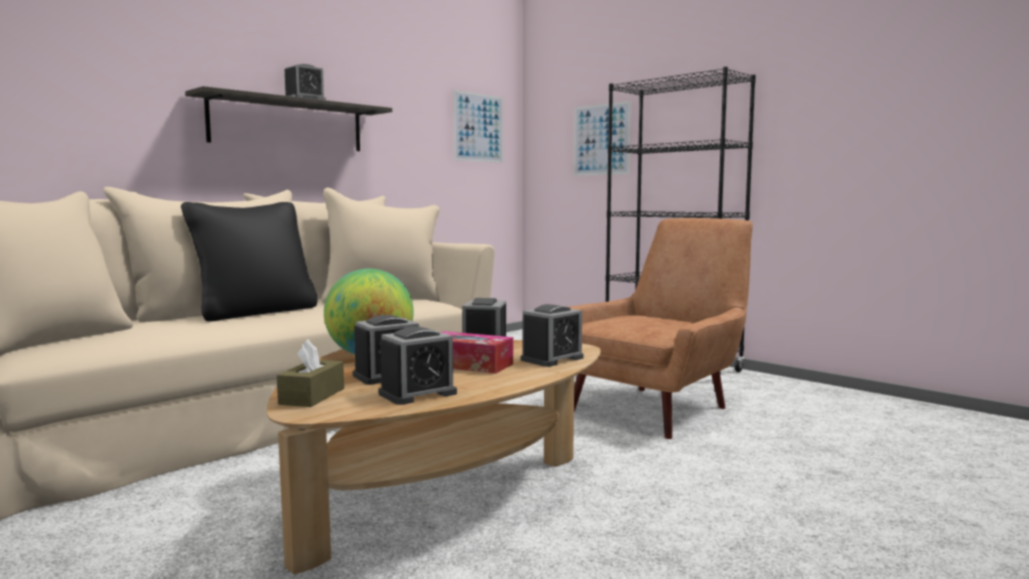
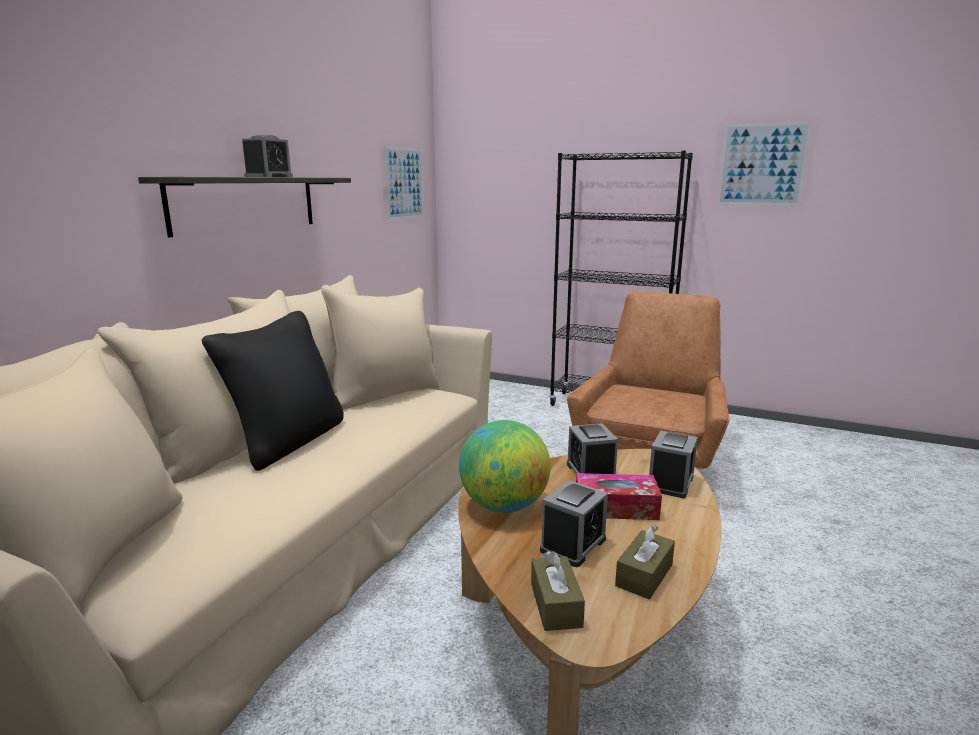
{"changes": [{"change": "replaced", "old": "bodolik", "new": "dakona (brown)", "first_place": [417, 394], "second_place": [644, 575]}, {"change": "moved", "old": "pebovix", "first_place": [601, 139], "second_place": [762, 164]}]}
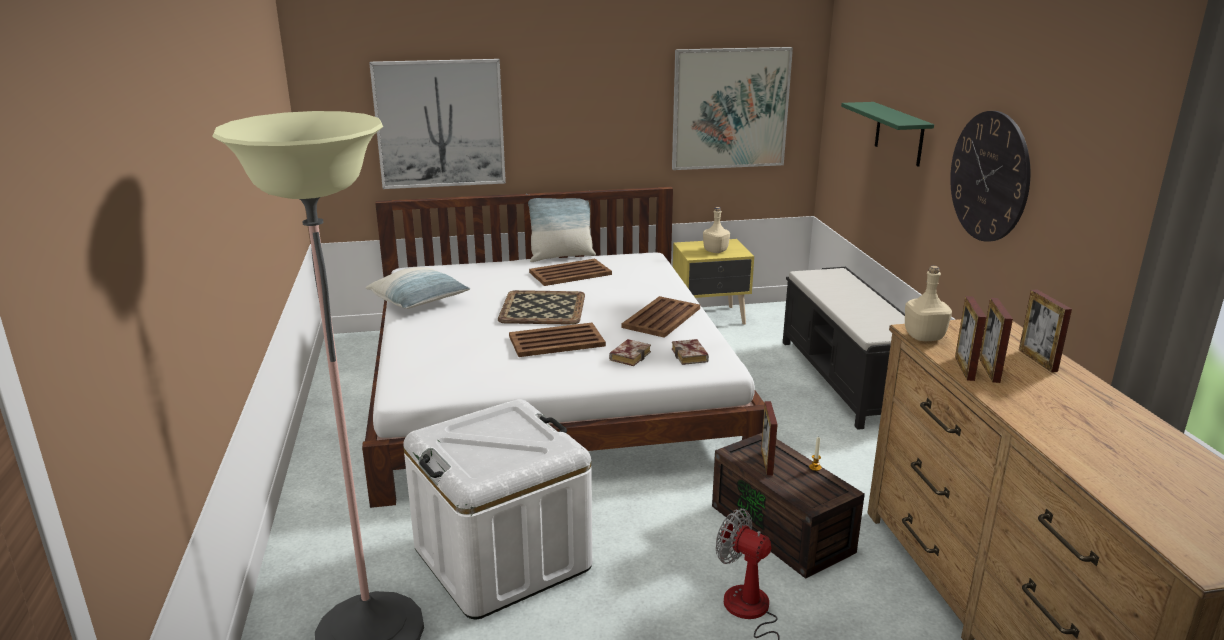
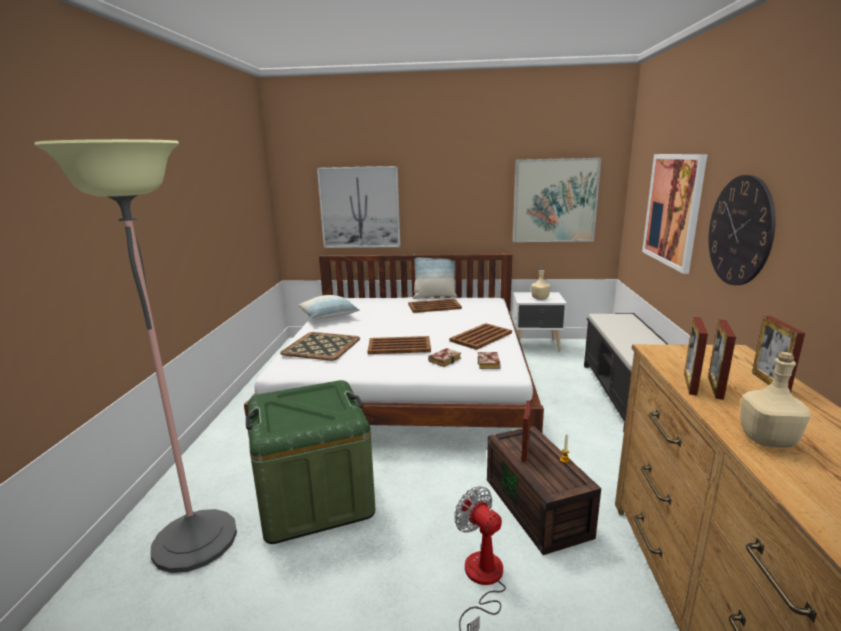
{"changes": [{"change": "recoloured", "old": "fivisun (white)", "new": "fivisun (green)", "first_place": [502, 558], "second_place": [315, 498]}, {"change": "moved", "old": "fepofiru", "first_place": [542, 308], "second_place": [321, 346]}, {"change": "recoloured", "old": "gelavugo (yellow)", "new": "gelavugo (white)", "first_place": [710, 318], "second_place": [536, 345]}, {"change": "replaced", "old": "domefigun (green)", "new": "pebovix", "first_place": [899, 134], "second_place": [673, 209]}, {"change": "moved", "old": "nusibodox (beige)", "first_place": [923, 337], "second_place": [766, 439]}]}
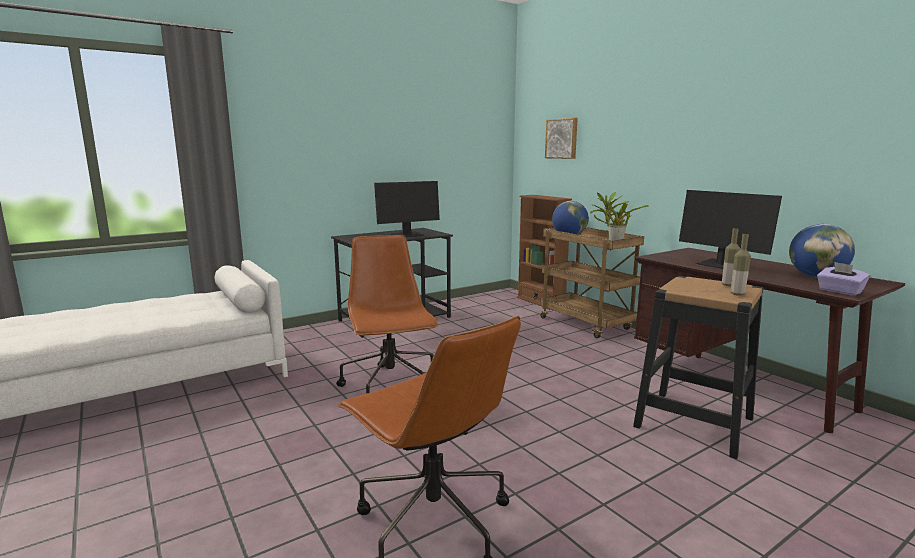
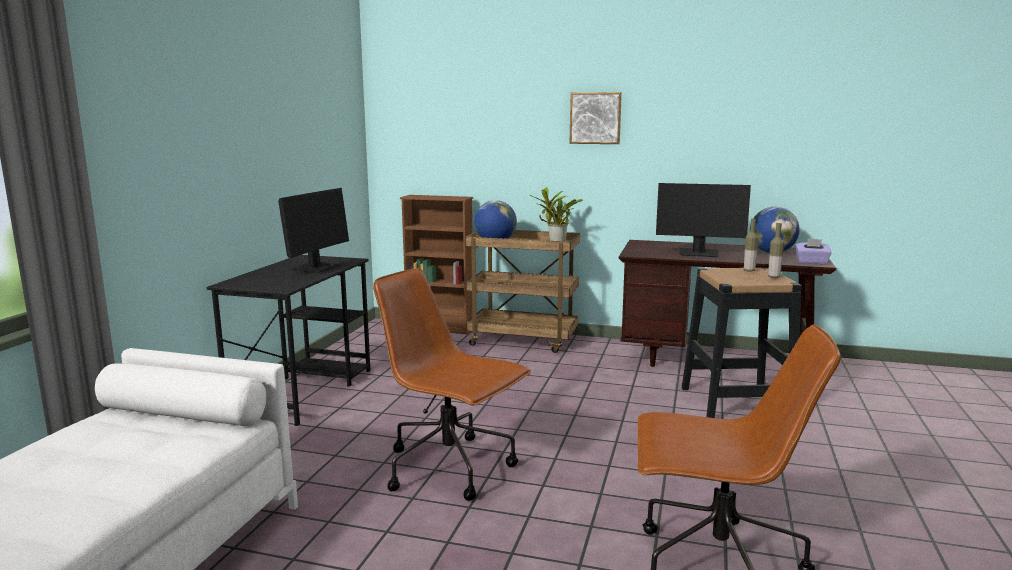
{"changes": [{"change": "moved", "old": "pebovix", "first_place": [562, 138], "second_place": [595, 118]}]}
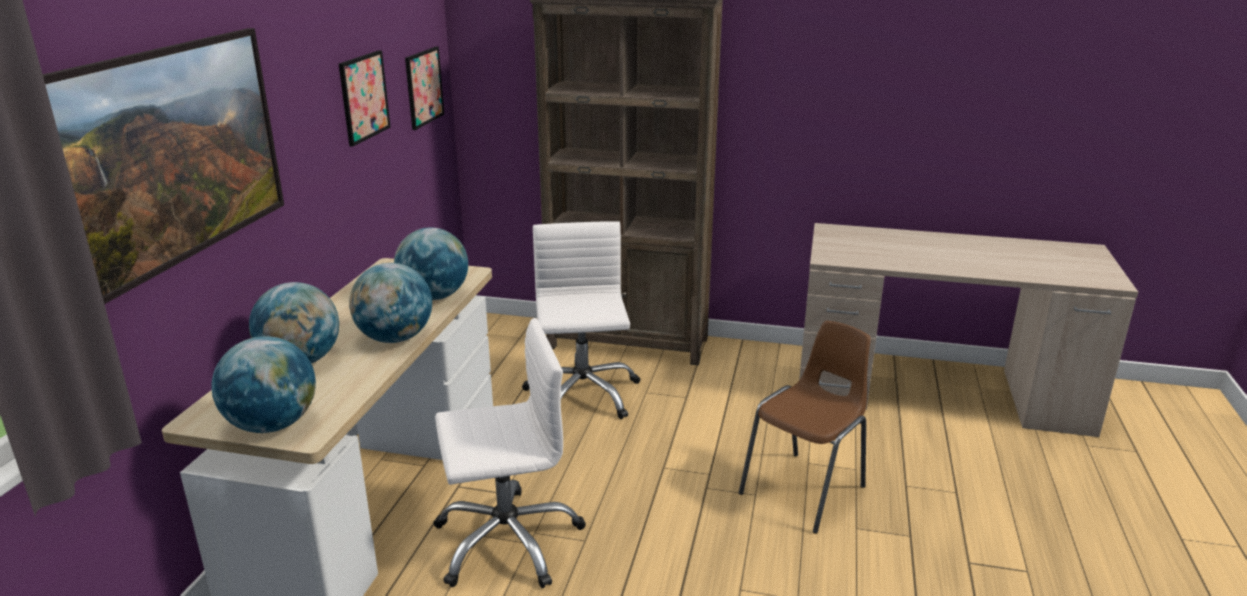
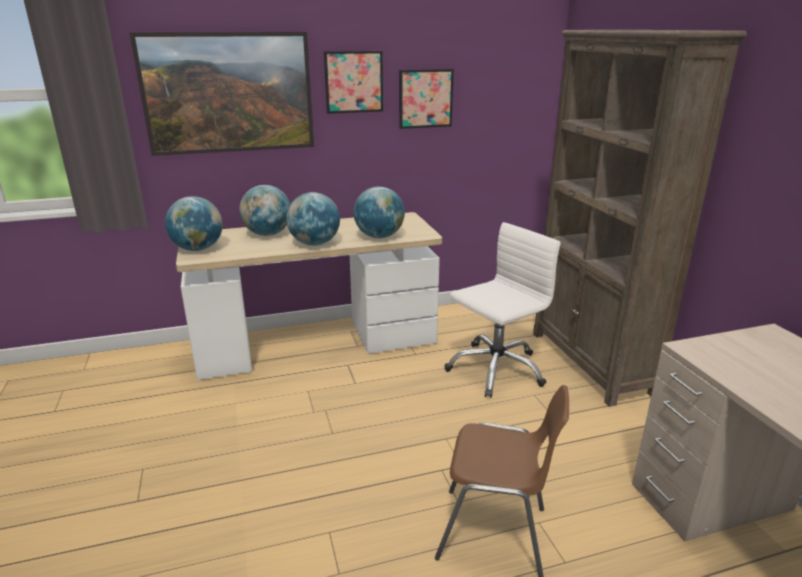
{"changes": [{"change": "moved", "old": "pebovix", "first_place": [424, 87], "second_place": [354, 82]}, {"change": "removed", "old": "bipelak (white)", "first_place": [507, 540]}]}
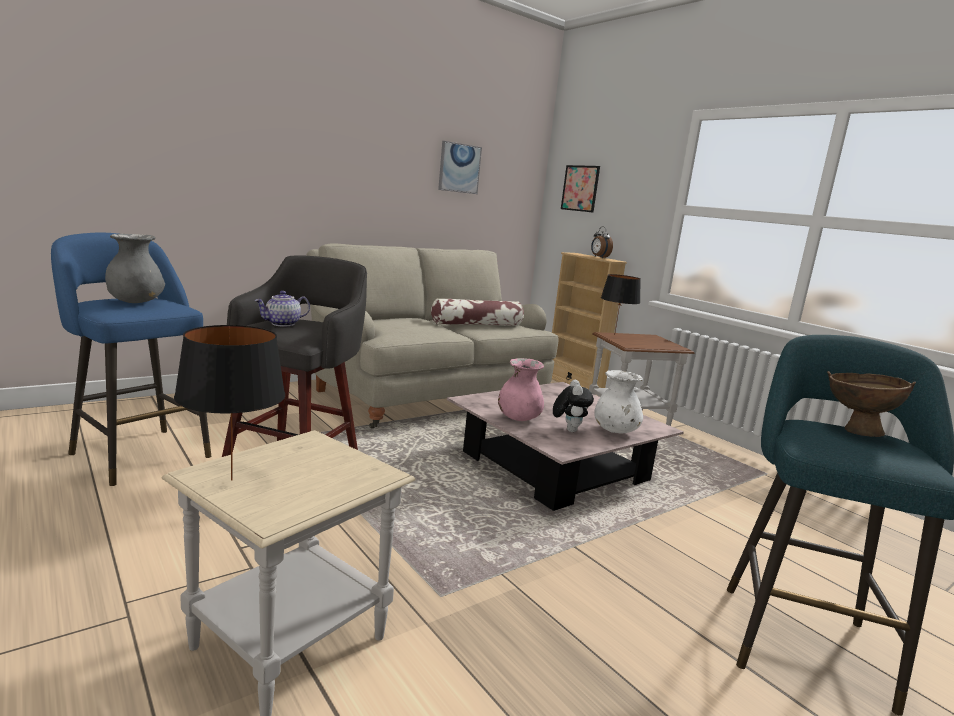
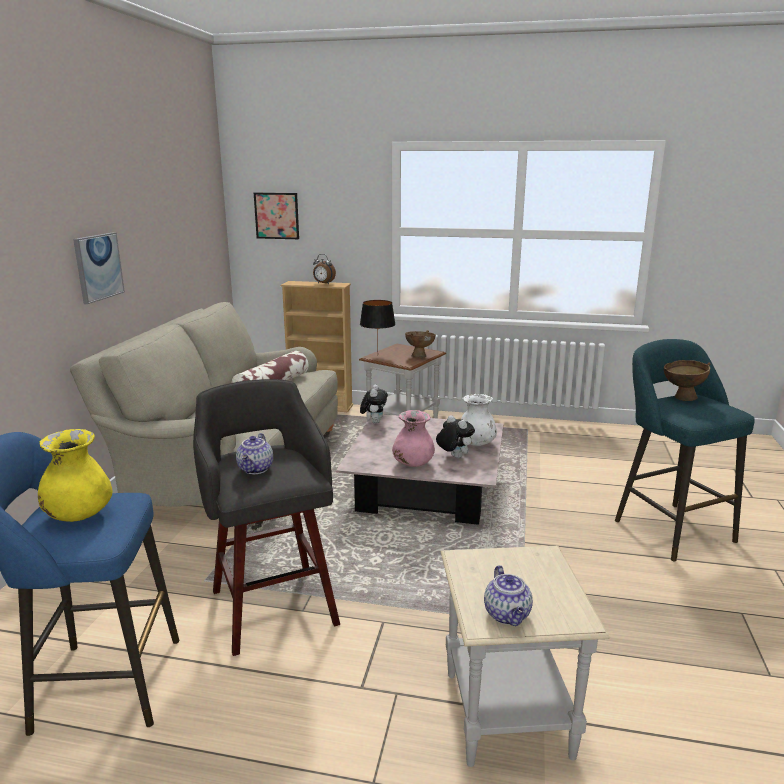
{"changes": [{"change": "recoloured", "old": "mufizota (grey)", "new": "mufizota (yellow)", "first_place": [136, 302], "second_place": [79, 515]}, {"change": "replaced", "old": "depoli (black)", "new": "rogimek", "first_place": [231, 480], "second_place": [508, 615]}, {"change": "moved", "old": "pebovix", "first_place": [459, 168], "second_place": [98, 267]}, {"change": "added", "new": "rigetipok", "second_place": [374, 422]}, {"change": "added", "new": "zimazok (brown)", "second_place": [420, 355]}]}
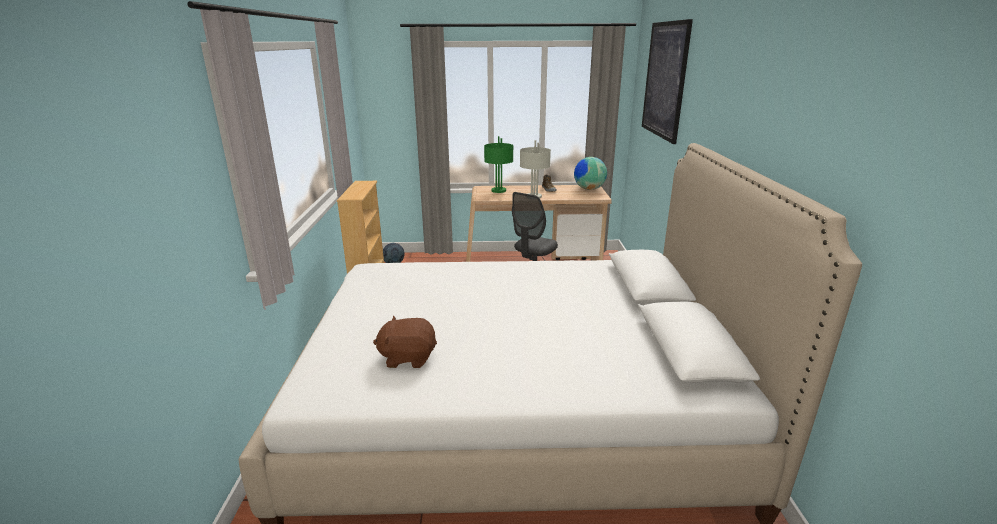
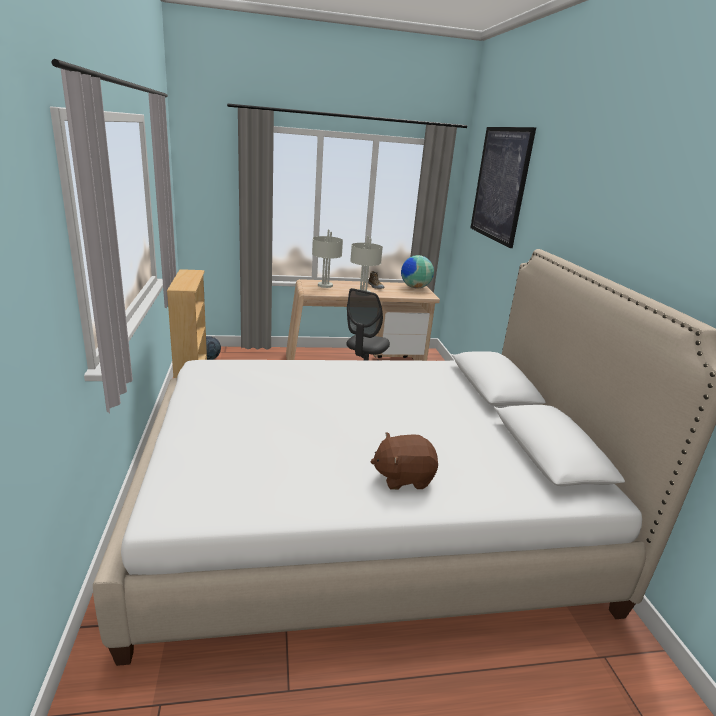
{"changes": [{"change": "moved", "old": "rigetipok (brown)", "first_place": [408, 357], "second_place": [403, 477]}, {"change": "recoloured", "old": "depoli (green)", "new": "depoli (grey)", "first_place": [498, 190], "second_place": [324, 285]}]}
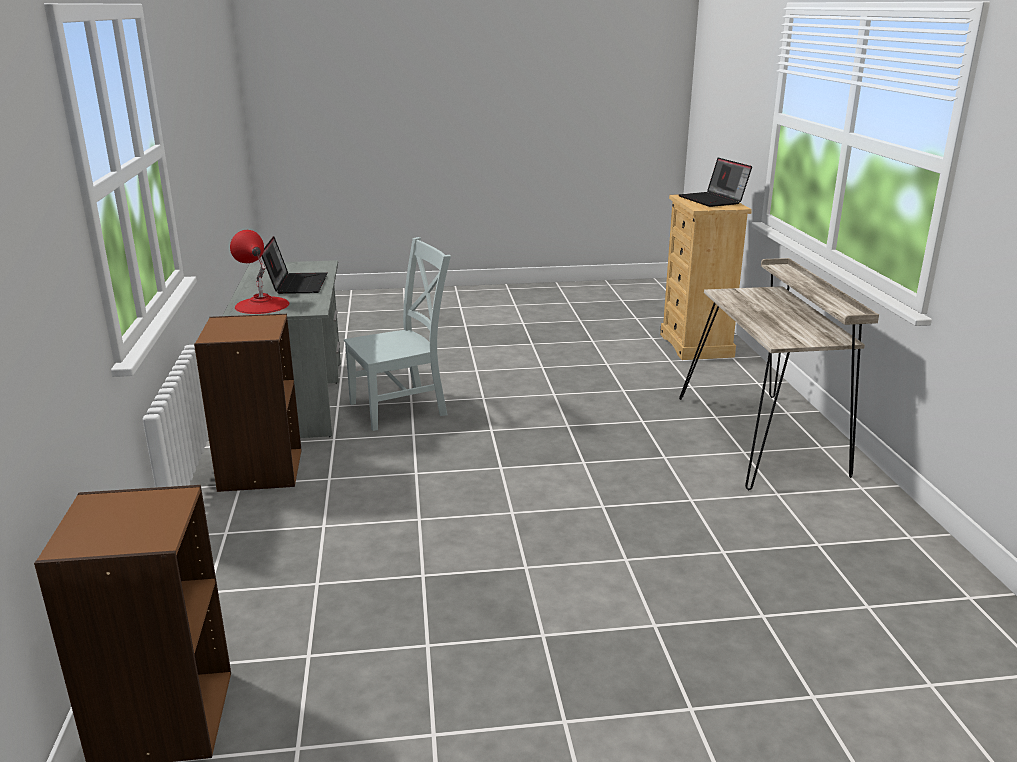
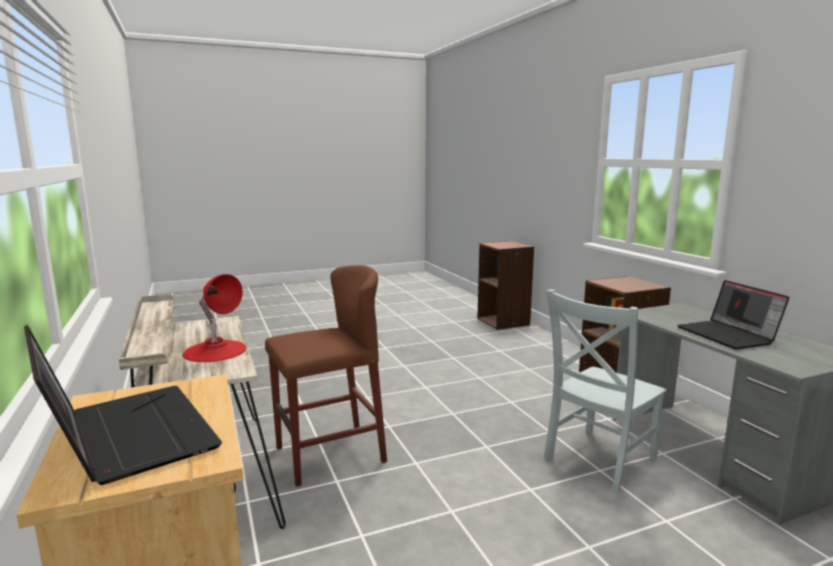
{"changes": [{"change": "moved", "old": "depoli (red)", "first_place": [261, 305], "second_place": [215, 351]}, {"change": "added", "new": "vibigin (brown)", "second_place": [330, 454]}]}
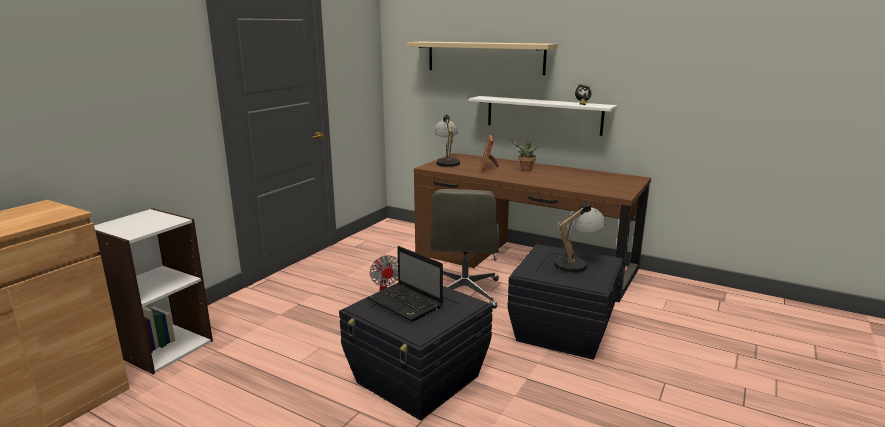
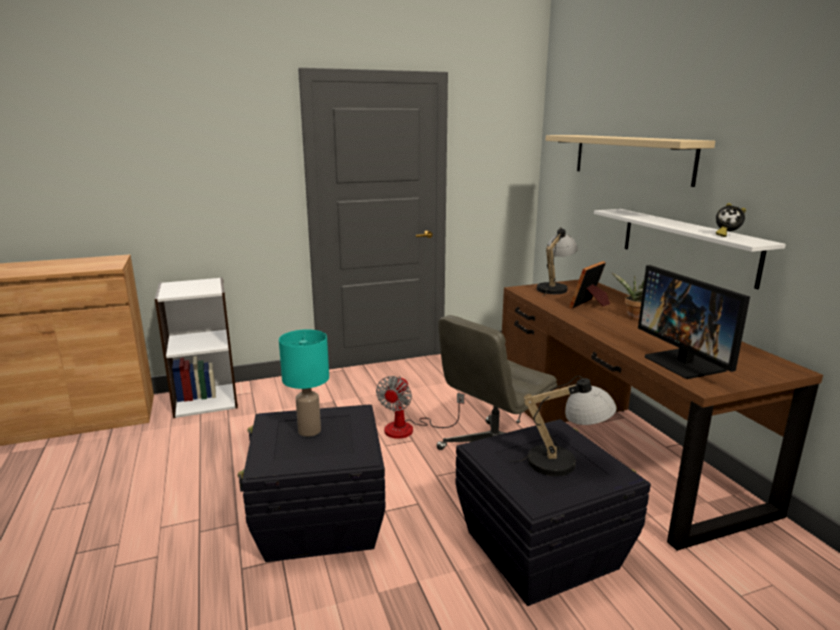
{"changes": [{"change": "replaced", "old": "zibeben", "new": "depoli (turquoise)", "first_place": [406, 304], "second_place": [310, 431]}, {"change": "added", "new": "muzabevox", "second_place": [684, 364]}]}
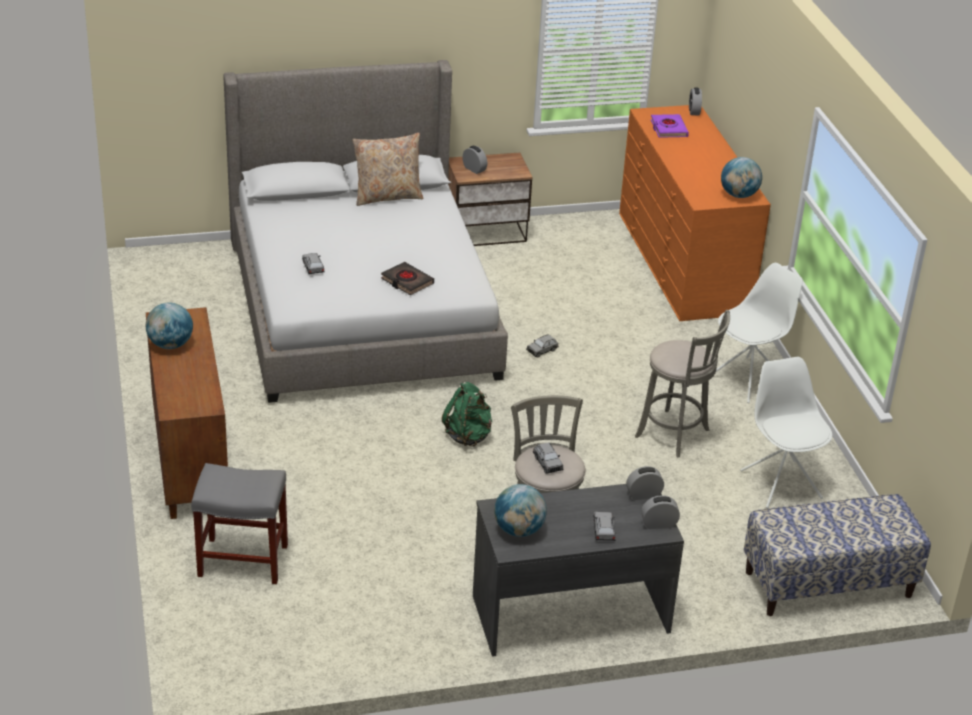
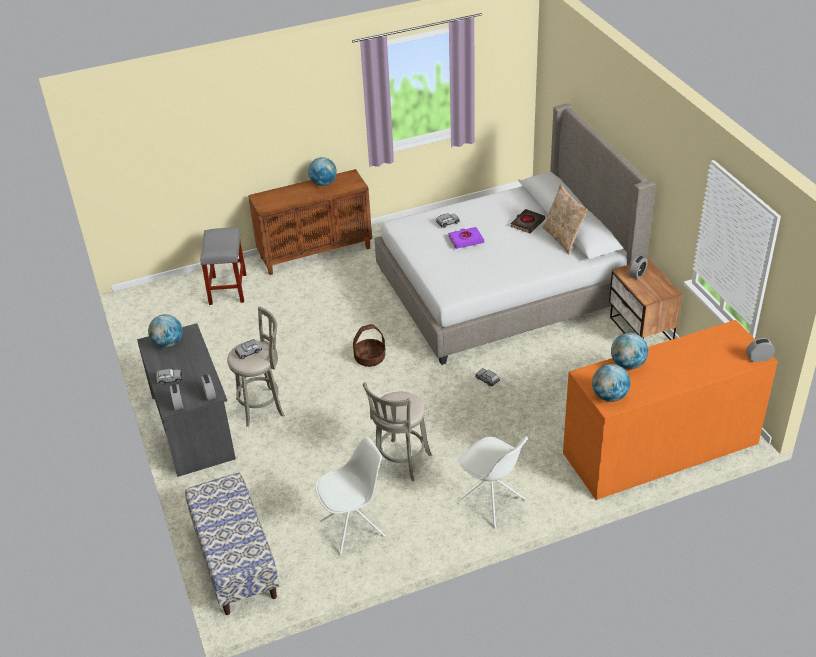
{"changes": [{"change": "moved", "old": "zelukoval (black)", "first_place": [407, 281], "second_place": [527, 223]}, {"change": "replaced", "old": "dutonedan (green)", "new": "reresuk", "first_place": [468, 436], "second_place": [370, 358]}, {"change": "moved", "old": "zelukoval (purple)", "first_place": [668, 129], "second_place": [466, 240]}, {"change": "added", "new": "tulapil", "second_place": [627, 364]}]}
